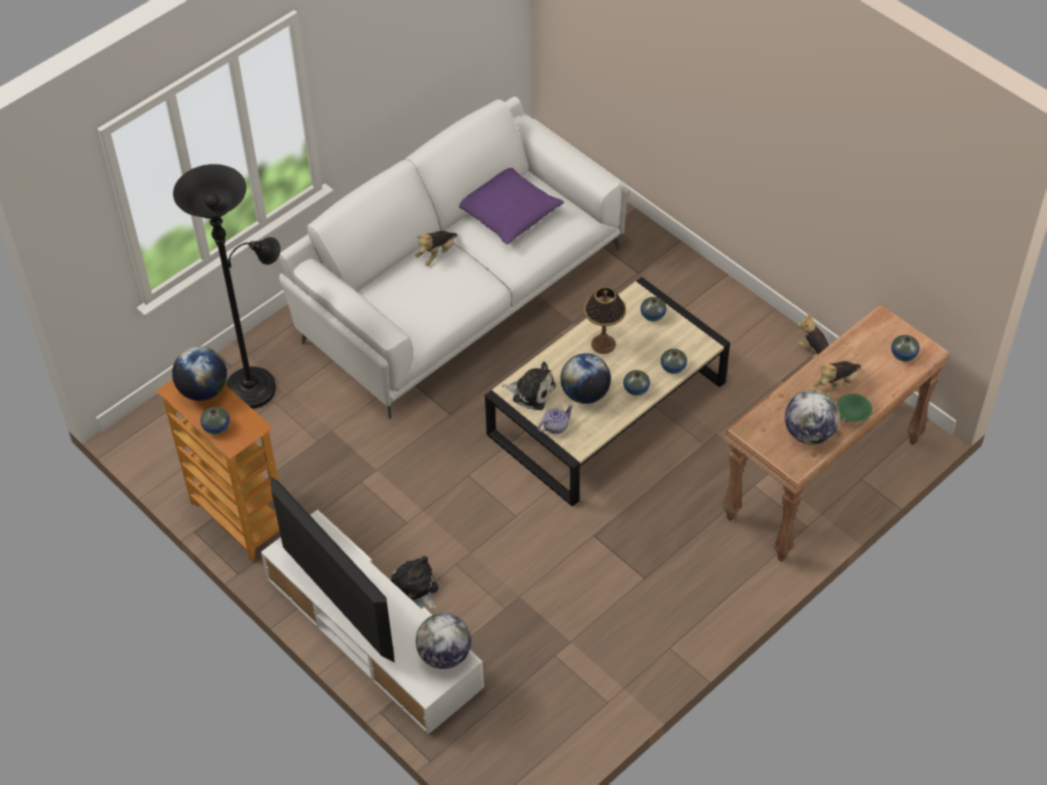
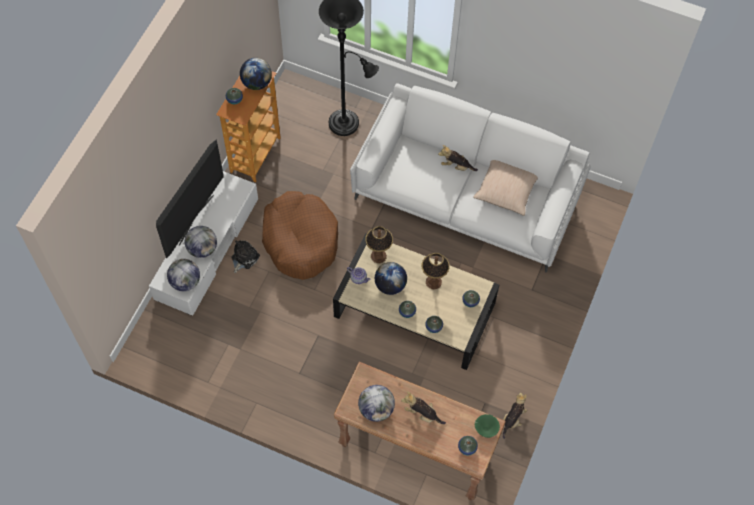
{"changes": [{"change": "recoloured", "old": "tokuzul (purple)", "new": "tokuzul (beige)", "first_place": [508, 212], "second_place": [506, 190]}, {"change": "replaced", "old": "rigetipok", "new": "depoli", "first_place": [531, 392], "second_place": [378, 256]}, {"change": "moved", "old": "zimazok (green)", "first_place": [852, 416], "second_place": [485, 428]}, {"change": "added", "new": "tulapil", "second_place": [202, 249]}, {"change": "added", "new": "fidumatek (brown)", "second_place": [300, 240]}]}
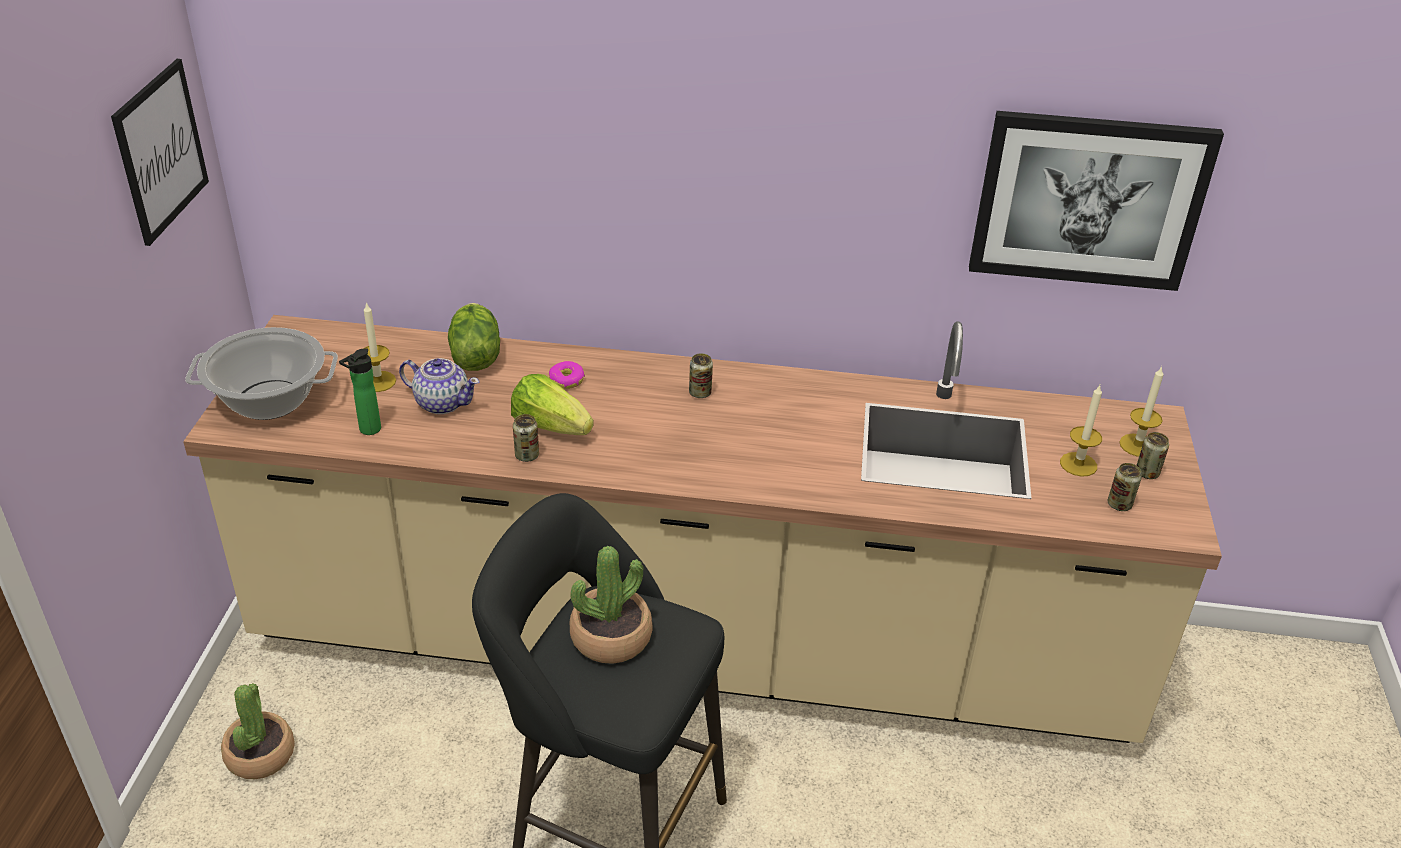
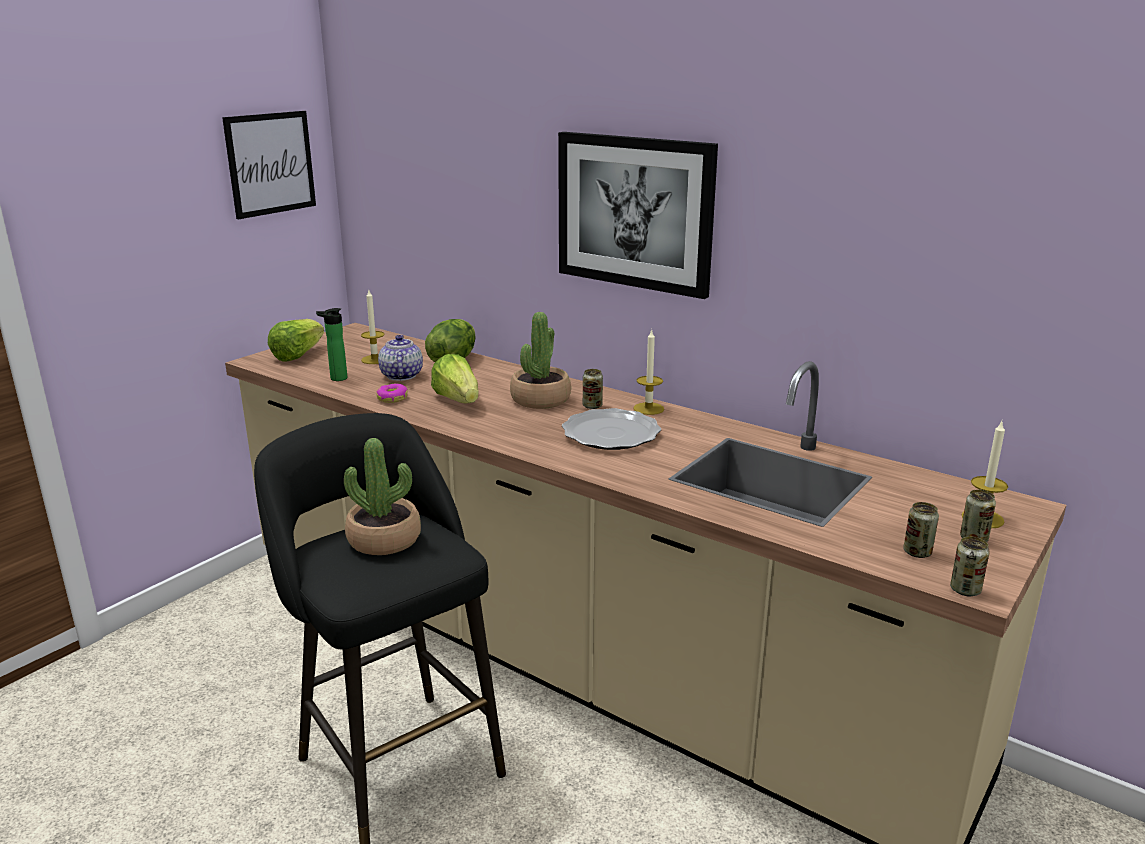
{"changes": [{"change": "replaced", "old": "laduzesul", "new": "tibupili", "first_place": [269, 401], "second_place": [297, 355]}, {"change": "moved", "old": "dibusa", "first_place": [260, 755], "second_place": [540, 399]}, {"change": "turned", "old": "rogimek", "first_place": [442, 403], "second_place": [401, 376], "degrees": -150}, {"change": "moved", "old": "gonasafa", "first_place": [527, 455], "second_place": [965, 590]}, {"change": "moved", "old": "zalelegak", "first_place": [566, 380], "second_place": [392, 398]}, {"change": "moved", "old": "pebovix", "first_place": [1089, 200], "second_place": [634, 212]}, {"change": "moved", "old": "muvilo", "first_place": [1078, 464], "second_place": [648, 408]}, {"change": "added", "new": "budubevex", "second_place": [611, 433]}]}
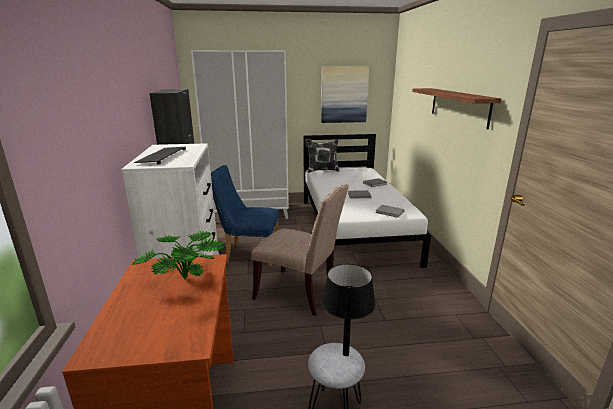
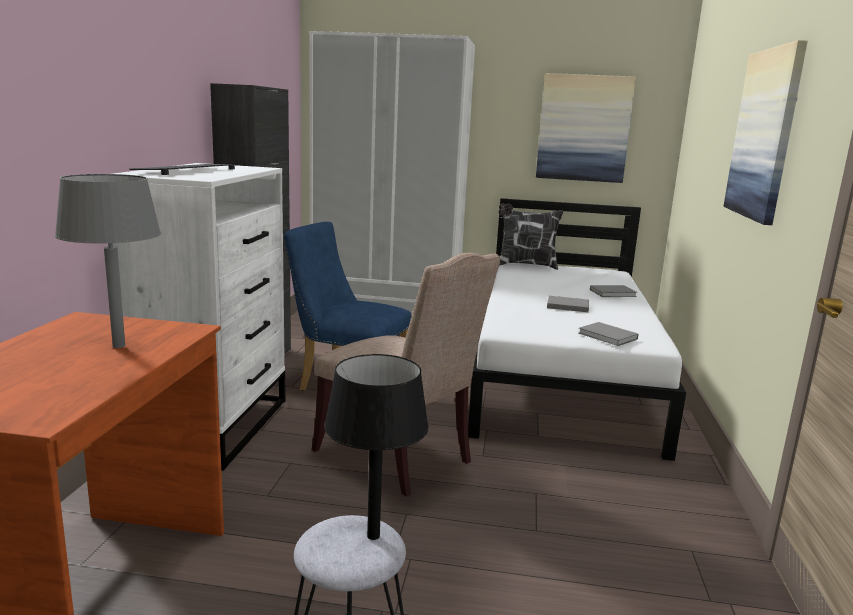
{"changes": [{"change": "replaced", "old": "dibusa", "new": "depoli (grey)", "first_place": [185, 281], "second_place": [118, 346]}, {"change": "replaced", "old": "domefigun", "new": "pebovix", "first_place": [458, 106], "second_place": [765, 134]}]}
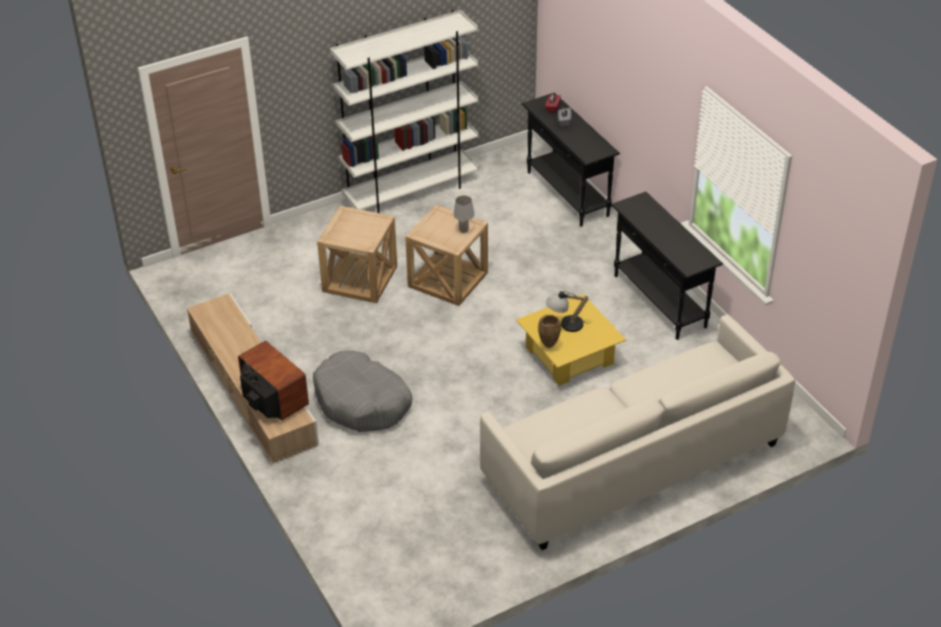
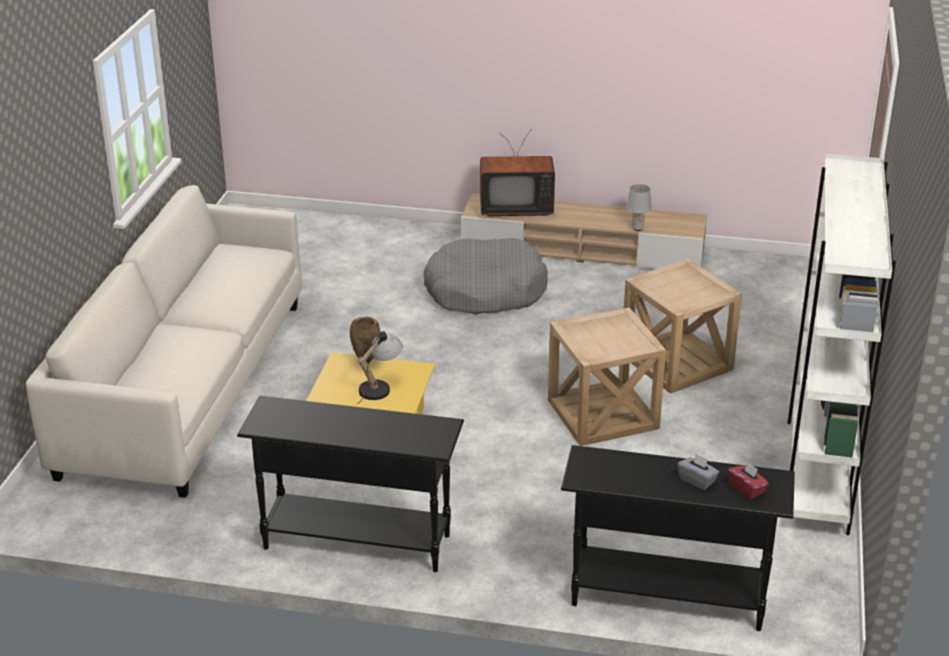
{"changes": [{"change": "moved", "old": "depoli (grey)", "first_place": [463, 229], "second_place": [638, 228]}]}
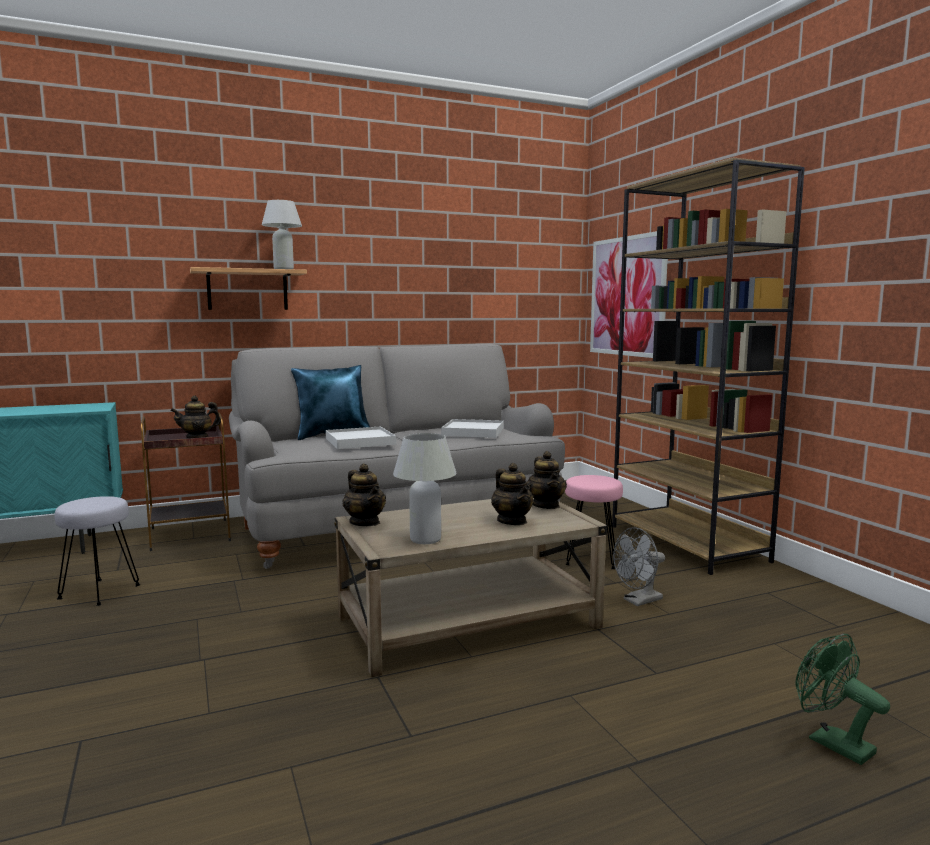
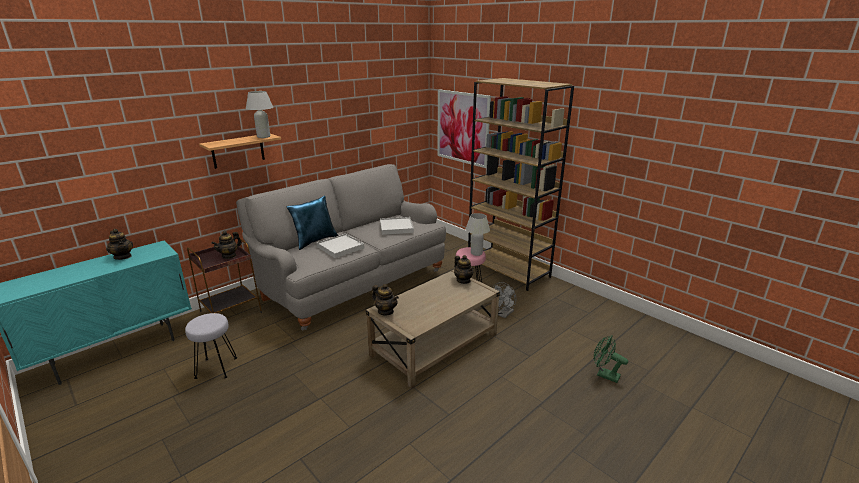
{"changes": [{"change": "moved", "old": "depoli (white)", "first_place": [425, 539], "second_place": [476, 253]}, {"change": "moved", "old": "rogimek", "first_place": [512, 521], "second_place": [123, 256]}]}
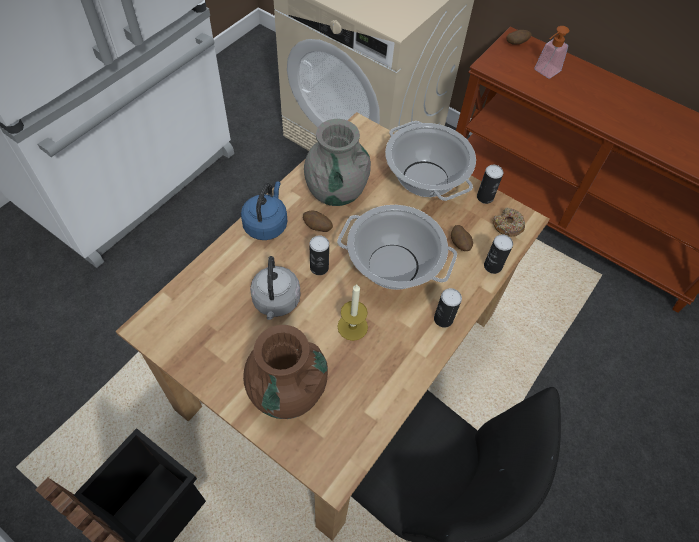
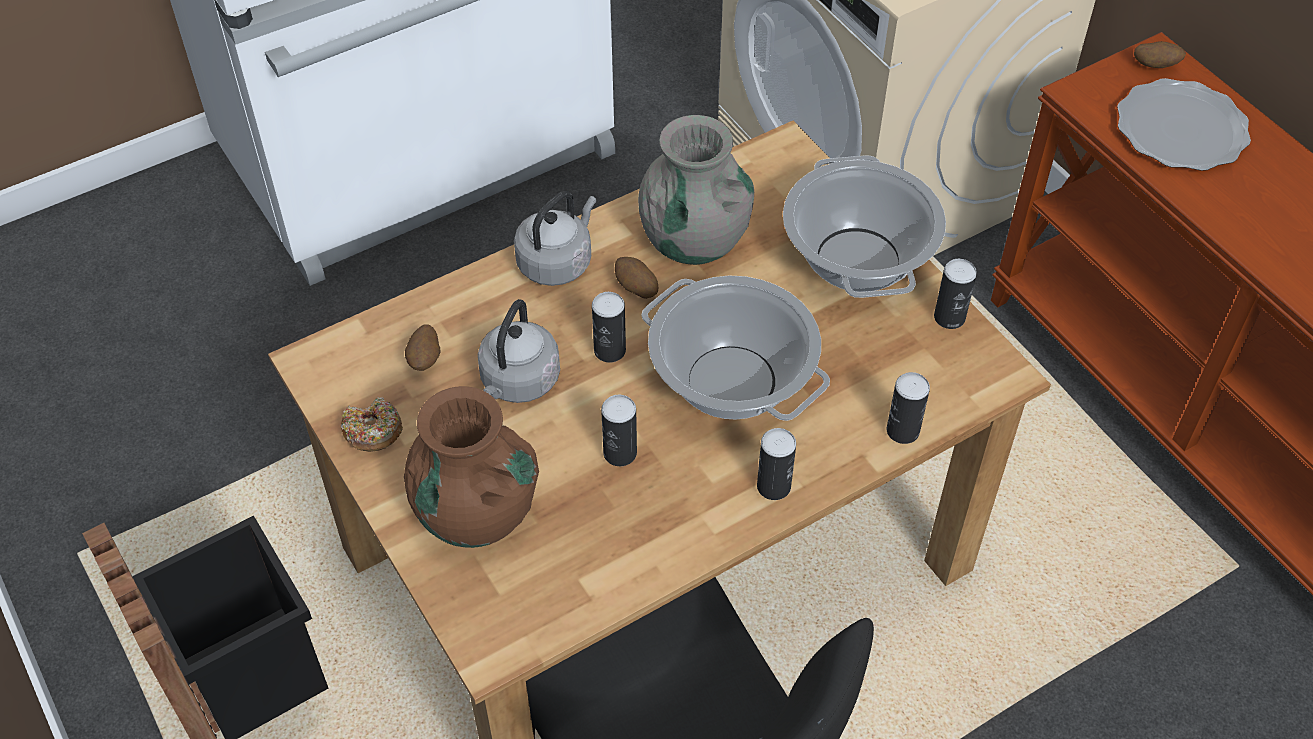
{"changes": [{"change": "recoloured", "old": "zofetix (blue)", "new": "zofetix (grey)", "first_place": [266, 224], "second_place": [557, 262]}, {"change": "replaced", "old": "muvilo", "new": "gonasafa", "first_place": [352, 326], "second_place": [620, 453]}, {"change": "moved", "old": "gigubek", "first_place": [460, 244], "second_place": [425, 359]}, {"change": "moved", "old": "zalelegak", "first_place": [507, 226], "second_place": [372, 431]}, {"change": "replaced", "old": "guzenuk", "new": "budubevex", "first_place": [544, 72], "second_place": [1181, 130]}]}
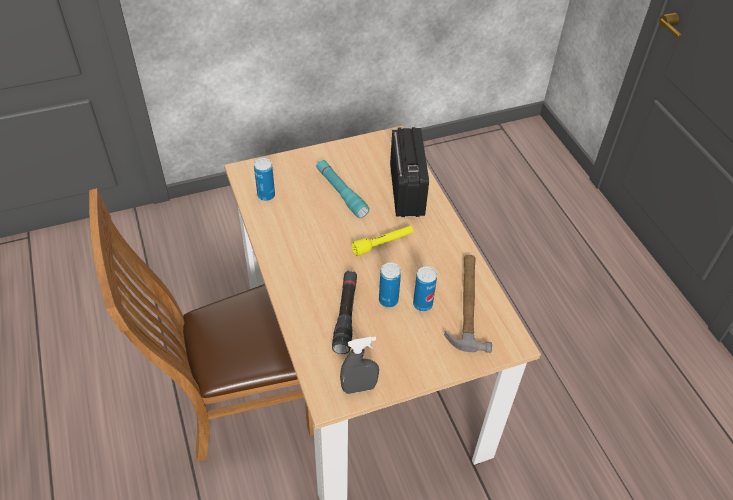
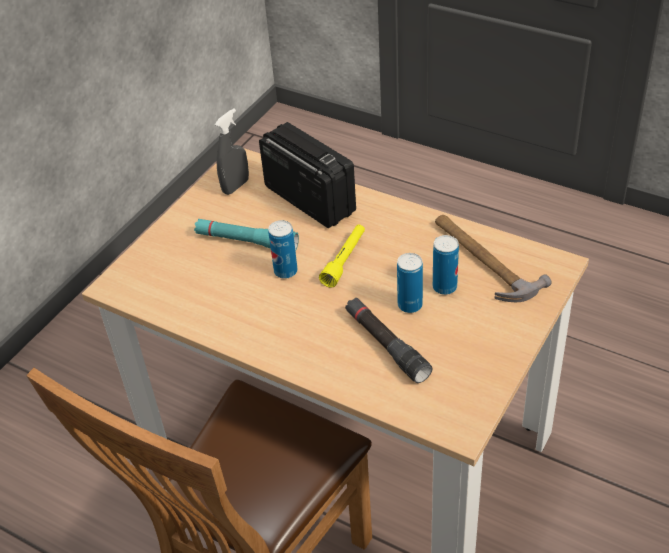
{"changes": [{"change": "moved", "old": "gonasafa", "first_place": [266, 195], "second_place": [285, 271]}, {"change": "moved", "old": "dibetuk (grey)", "first_place": [359, 388], "second_place": [235, 186]}]}
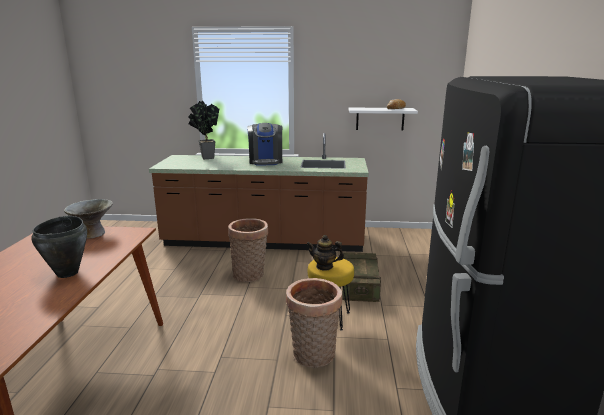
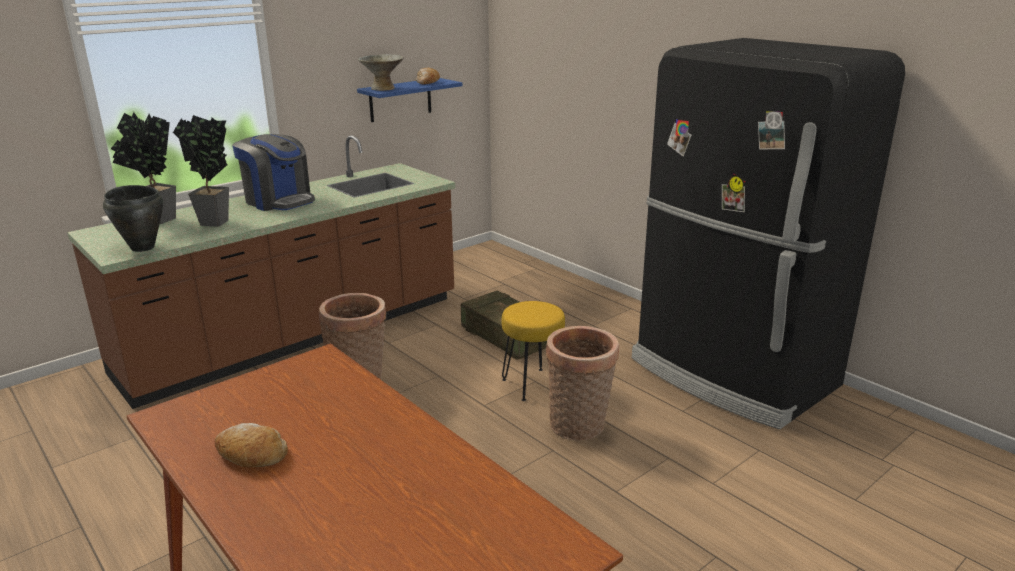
{"changes": [{"change": "moved", "old": "laduzesul (black)", "first_place": [68, 273], "second_place": [143, 247]}, {"change": "moved", "old": "zimazok (grey)", "first_place": [93, 233], "second_place": [383, 88]}, {"change": "removed", "old": "rogimek", "first_place": [324, 266]}, {"change": "recoloured", "old": "domefigun (white)", "new": "domefigun (blue)", "first_place": [380, 118], "second_place": [400, 100]}, {"change": "added", "new": "dibusa", "second_place": [217, 223]}, {"change": "added", "new": "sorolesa", "second_place": [251, 455]}]}
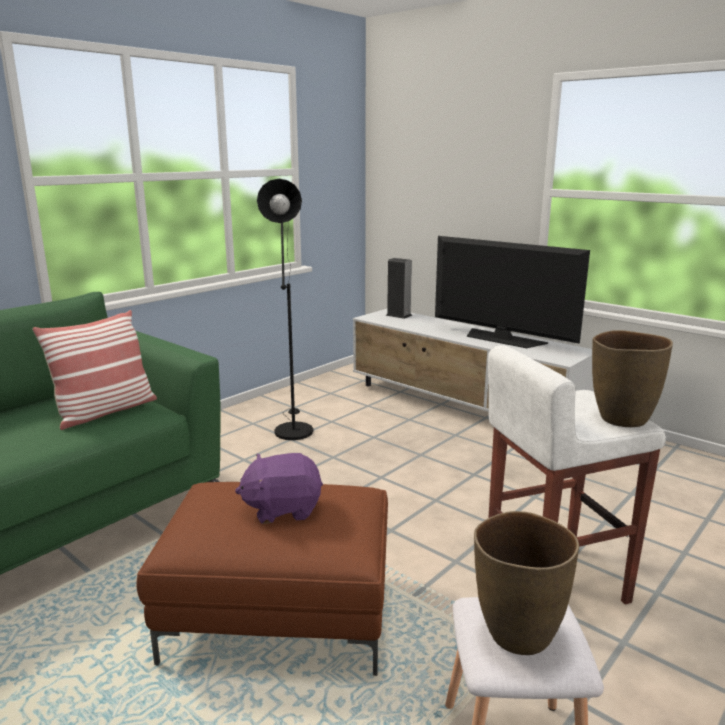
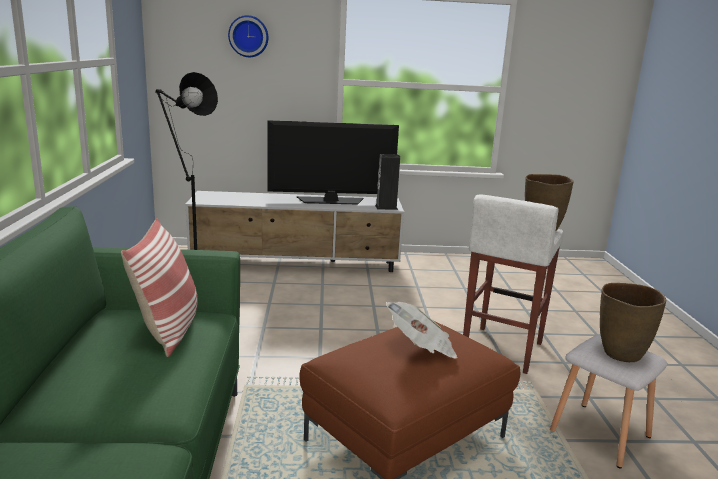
{"changes": [{"change": "replaced", "old": "rigetipok (purple)", "new": "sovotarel", "first_place": [282, 509], "second_place": [421, 347]}, {"change": "moved", "old": "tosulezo", "first_place": [399, 315], "second_place": [386, 207]}, {"change": "added", "new": "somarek", "second_place": [248, 36]}]}
